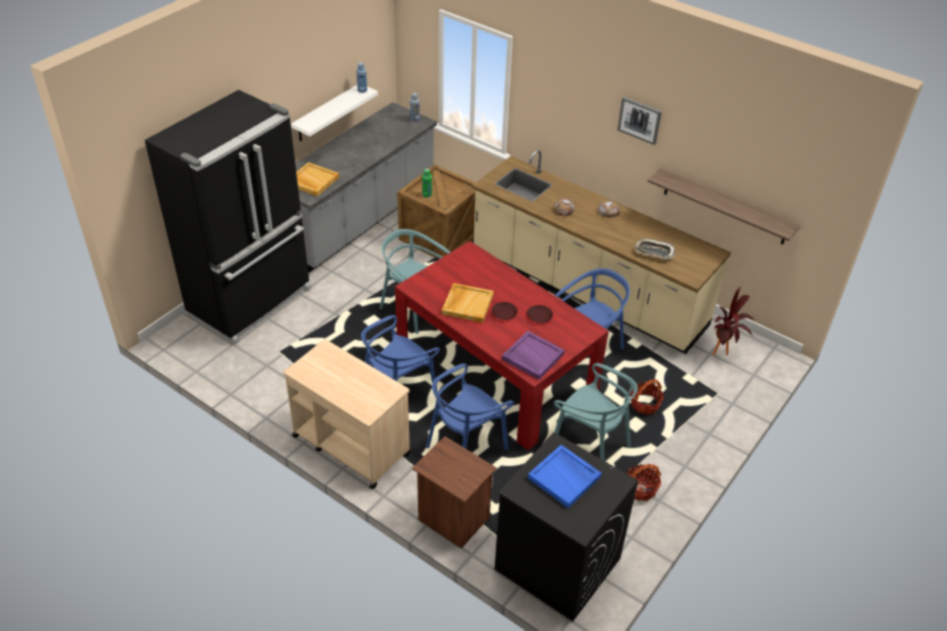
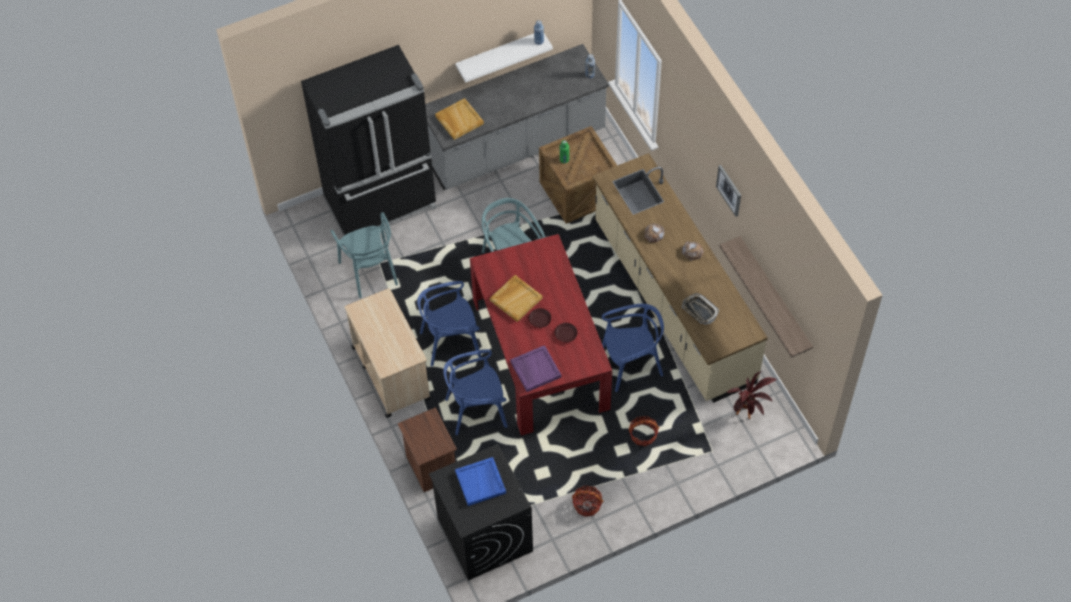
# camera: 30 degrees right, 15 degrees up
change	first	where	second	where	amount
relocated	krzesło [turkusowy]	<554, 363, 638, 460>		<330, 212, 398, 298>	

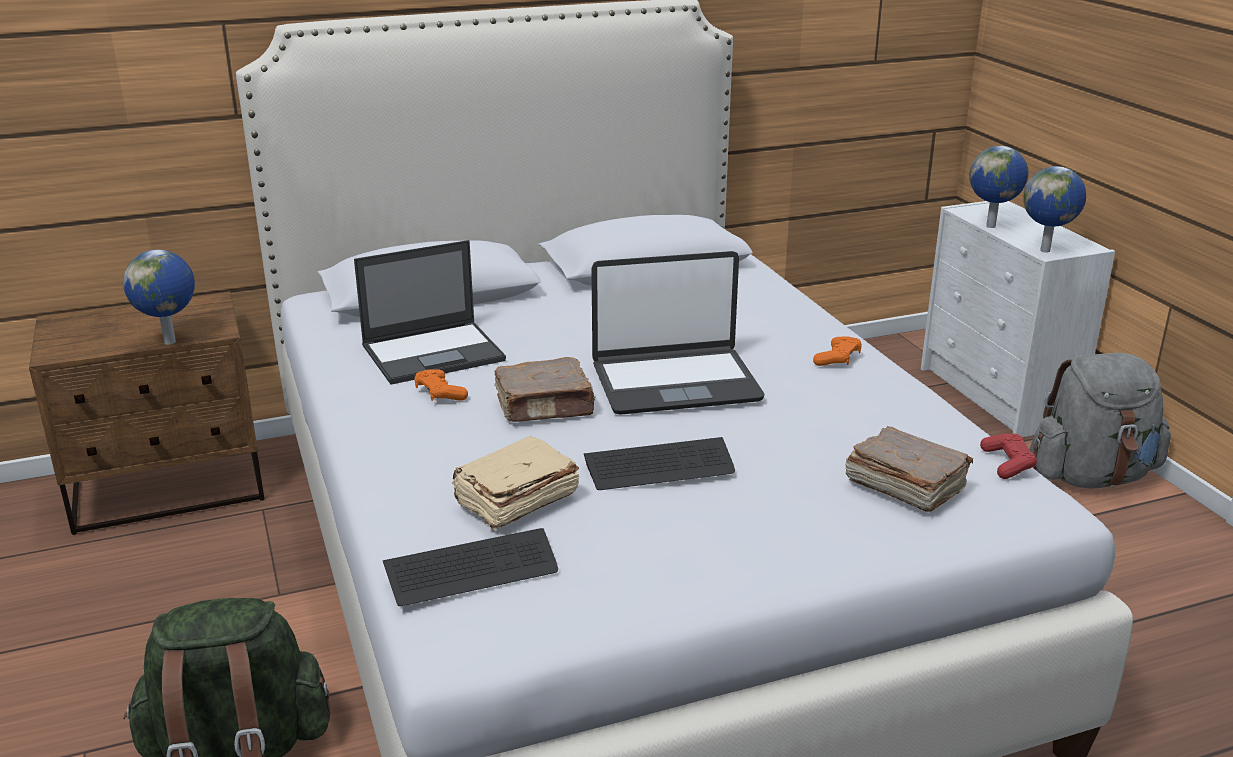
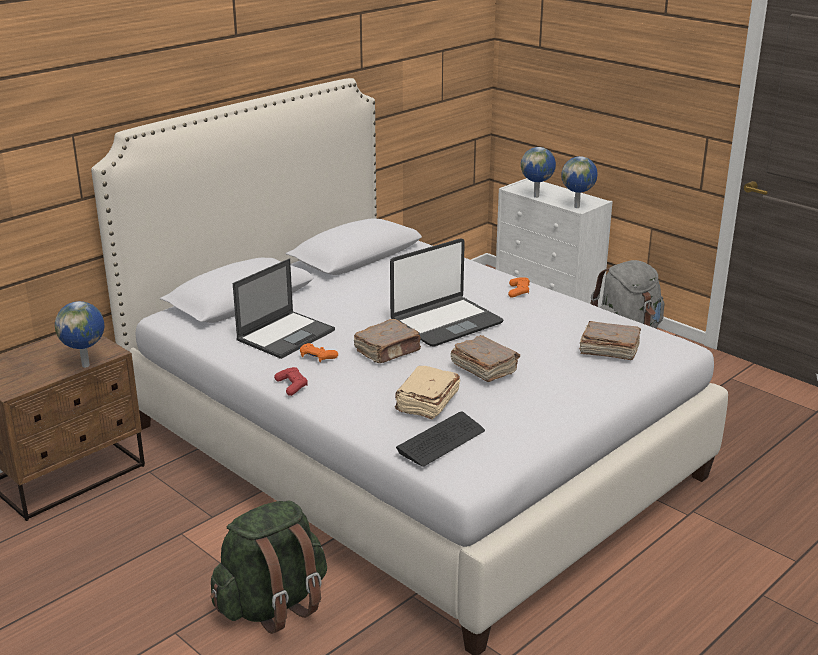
# camera: 25 degrees left, 0 degrees up
change	first	where	second	where	amount
relocated	pad do gier [czerwony]	<980, 434, 1037, 479>		<274, 367, 308, 396>	
exchanged	klawiatura	<584, 437, 735, 490>	książka [brązowy]	<450, 335, 520, 382>	

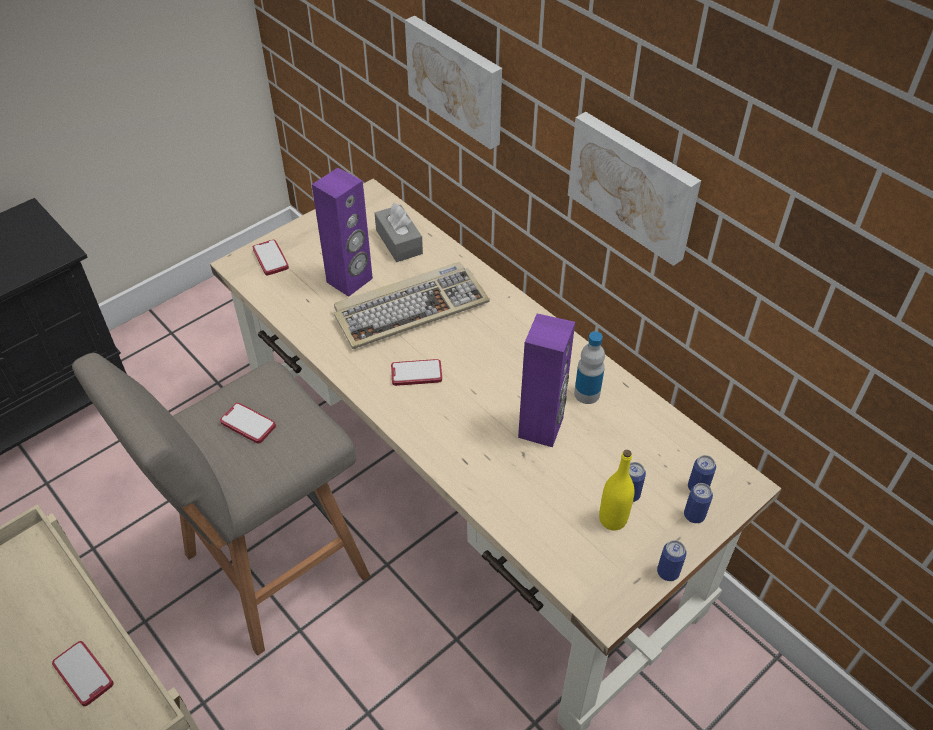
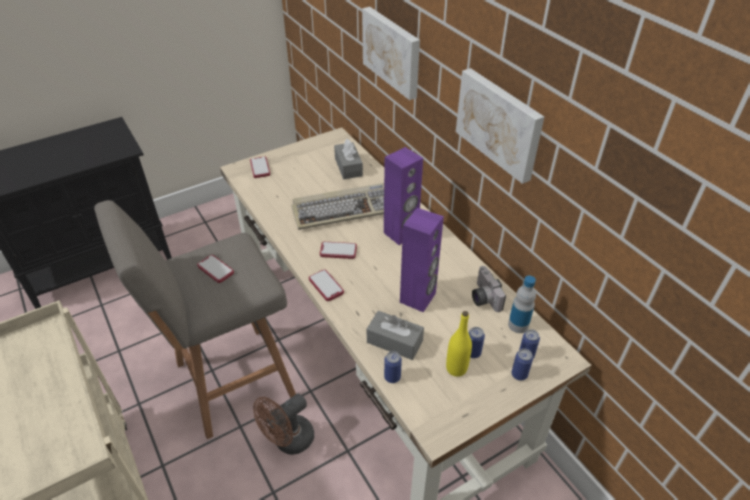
# camera: 10 degrees right, 5 degrees down
change	first	where	second	where	amount
relocated	głośnik [fioletowy]	<312, 168, 373, 297>		<384, 147, 423, 245>	
relocated	butelka	<574, 331, 605, 404>		<508, 276, 536, 333>	
relocated	puszka	<657, 540, 687, 581>		<384, 351, 402, 383>	
relocated	telefon	<52, 641, 114, 706>		<309, 269, 344, 301>	
appeared			aparat fotograficzny	<472, 266, 506, 312>	
appeared			pudełko chusteczek [szary]	<367, 311, 424, 360>	
appeared			wentylator [brązowy]	<253, 394, 314, 455>	

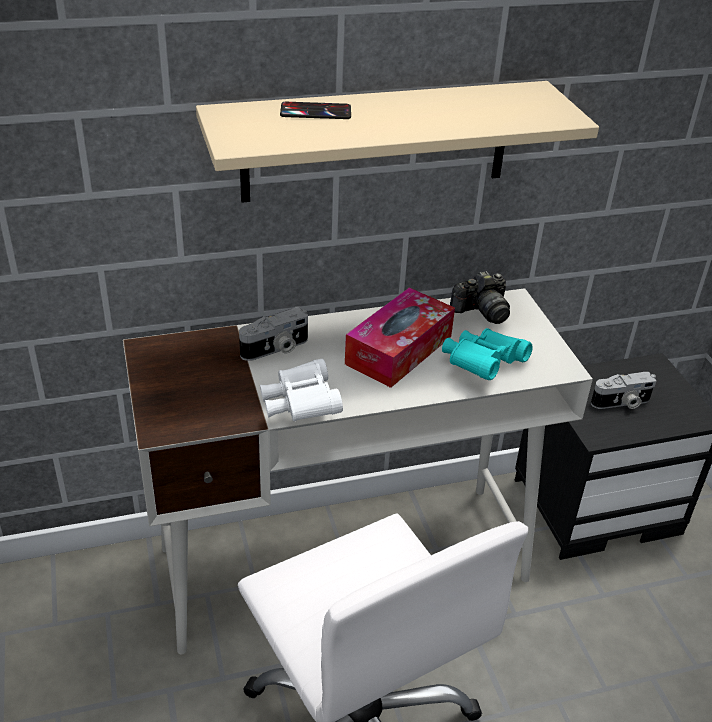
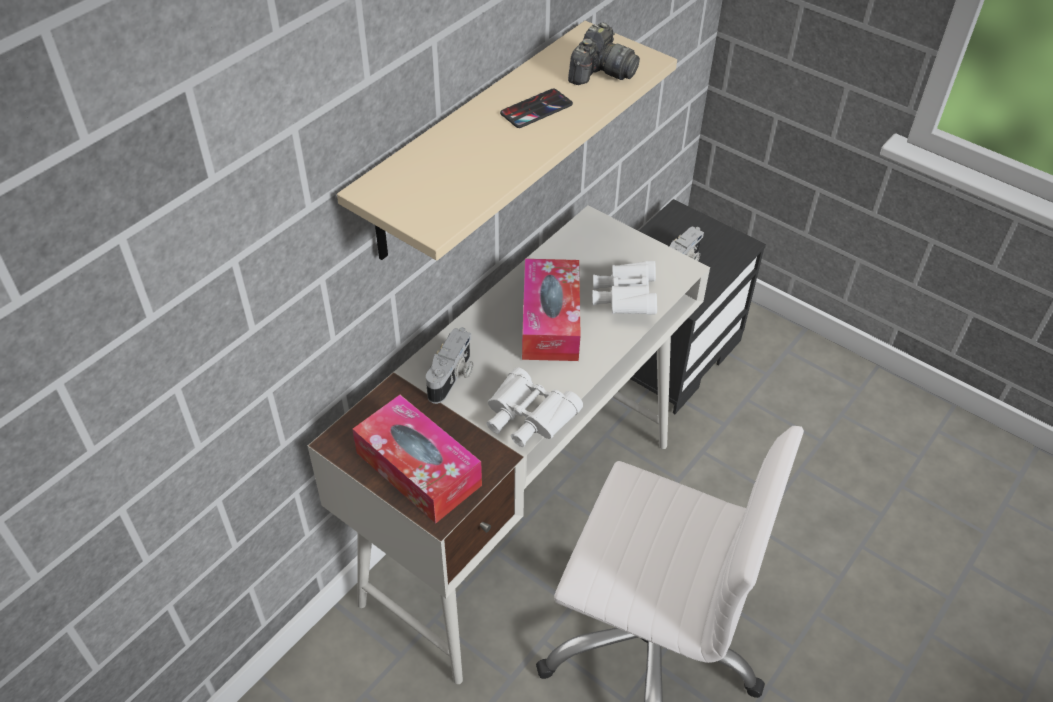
# camera: 35 degrees left, 10 degrees up
change	first	where	second	where	amount
relocated	telefon	<280, 102, 351, 119>		<500, 89, 573, 128>	
relocated	aparat fotograficzny	<450, 271, 510, 324>		<568, 22, 640, 85>	
colour	lornetka [turkusowy]	<442, 328, 533, 380>	lornetka [biały]	<592, 261, 657, 315>	
appeared			pudełko chusteczek	<352, 395, 482, 524>	

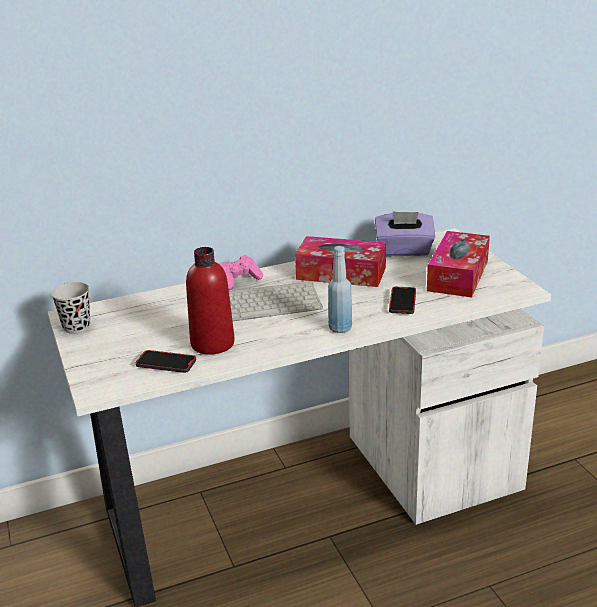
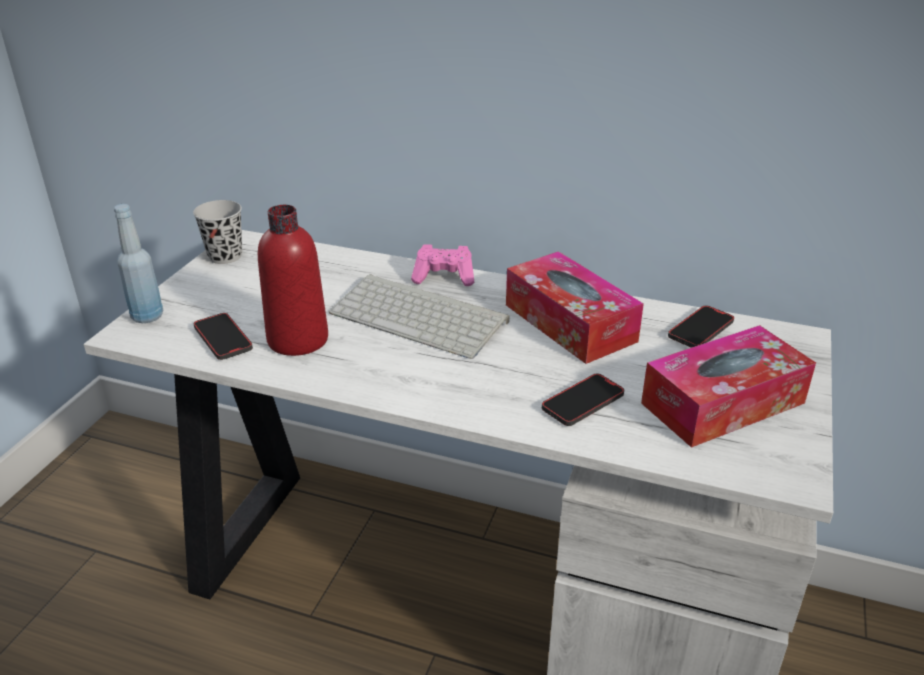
# camera: 40 degrees right, 5 degrees up
change	first	where	second	where	amount
exchanged	pudełko chusteczek [fioletowy]	<375, 211, 435, 256>	telefon	<668, 305, 734, 348>	
relocated	butelka [niebieski]	<328, 246, 352, 333>		<114, 204, 163, 323>	

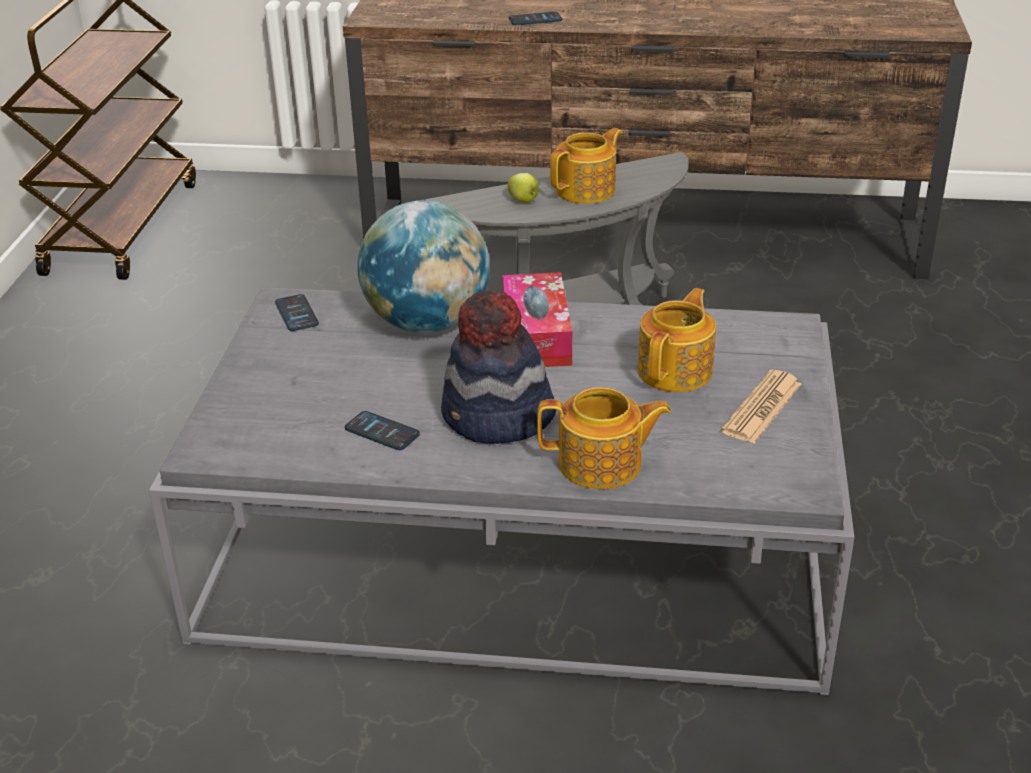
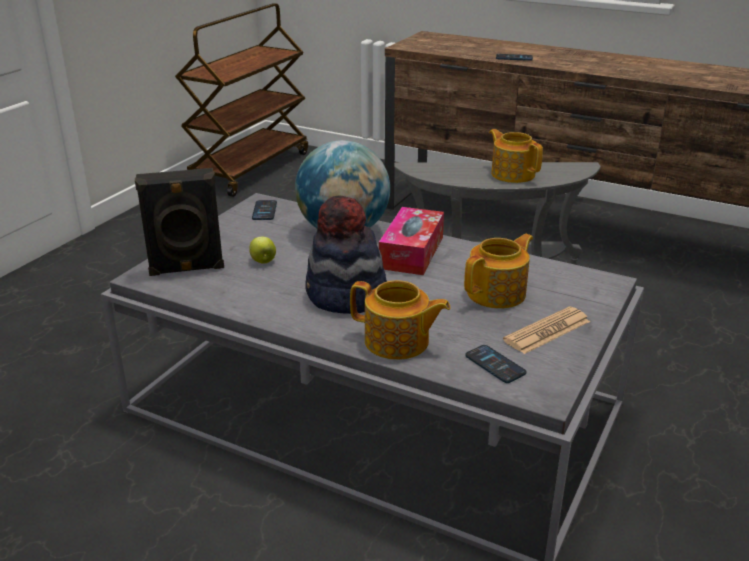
# camera: 20 degrees right, 5 degrees down
change	first	where	second	where	amount
spun	imbryk	<550, 128, 622, 204>		<489, 129, 543, 183>	105 degrees counterclockwise
relocated	jabłko	<508, 173, 539, 203>		<249, 237, 276, 264>	
relocated	telefon	<345, 411, 420, 450>		<465, 345, 527, 383>	
appeared			głośnik [czarny]	<135, 168, 224, 276>	

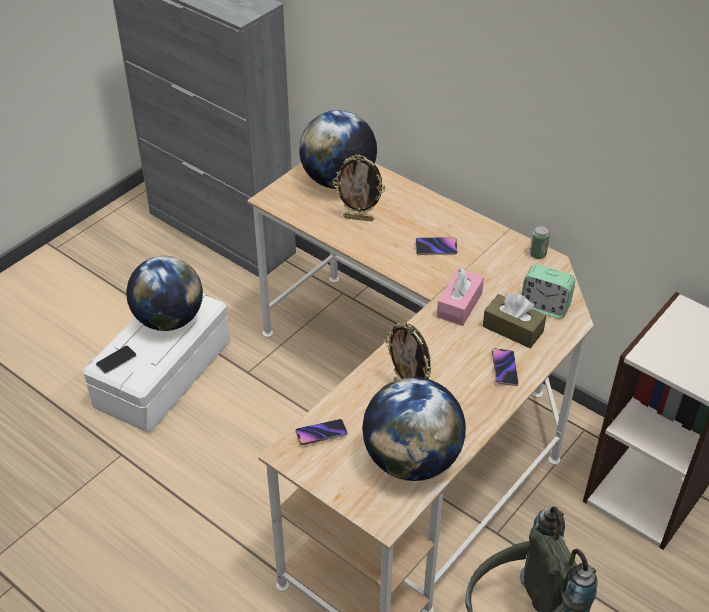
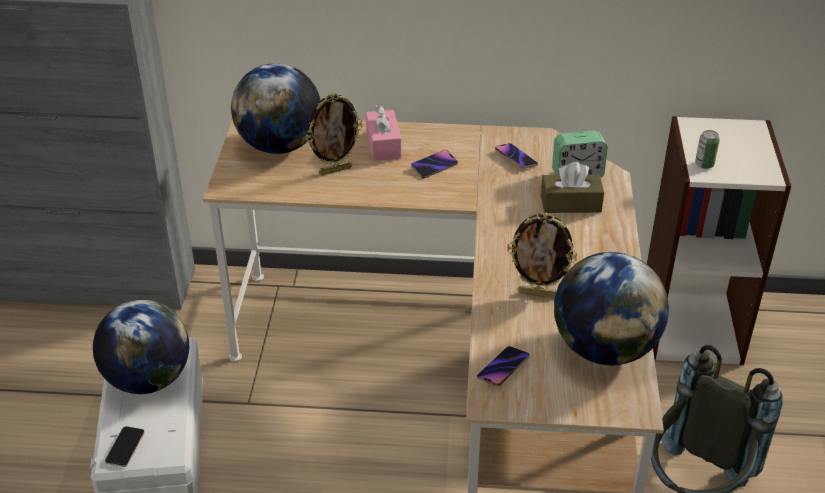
# camera: 35 degrees left, 5 degrees down
change	first	where	second	where	amount
relocated	puszka	<529, 225, 550, 259>		<695, 130, 720, 169>	
relocated	pudełko chusteczek [różowy]	<437, 268, 484, 326>		<366, 105, 401, 161>	
relocated	telefon	<492, 348, 518, 386>		<495, 143, 538, 169>	

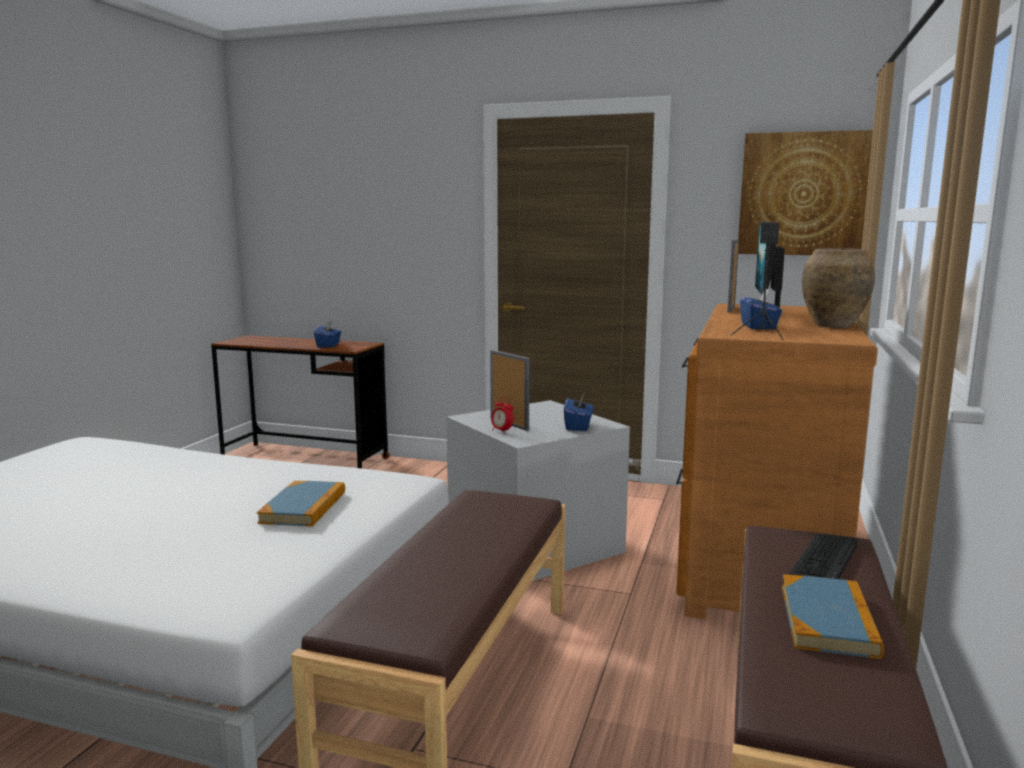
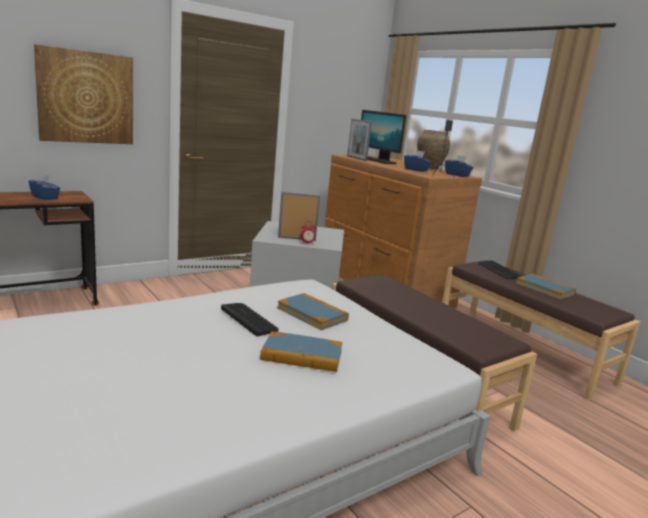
# camera: 55 degrees left, 5 degrees up
change	first	where	second	where	amount
relocated	obraz	<738, 130, 873, 255>		<34, 44, 133, 144>	
relocated	pudełko chusteczek [niebieski]	<564, 394, 594, 431>		<445, 155, 473, 177>	
appeared			klawiatura	<221, 303, 279, 336>	
appeared			książka	<260, 331, 343, 372>	

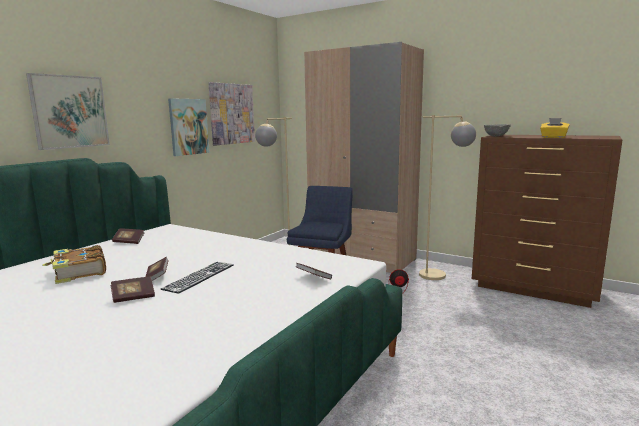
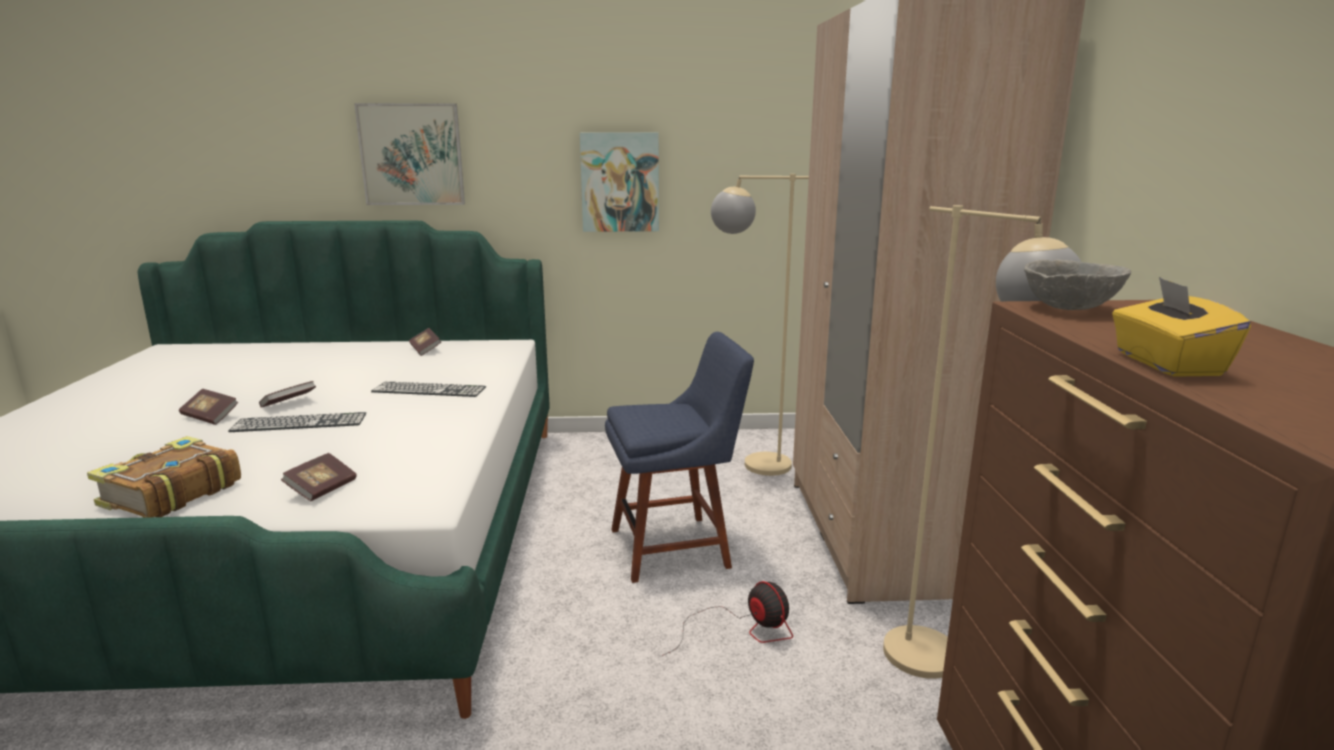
# camera: 55 degrees right, 5 degrees up
change	first	where	second	where	amount
missing	obraz	<209, 82, 255, 146>			
relocated	książka	<42, 245, 106, 284>		<87, 436, 241, 518>	
appeared			klawiatura	<371, 381, 486, 397>	

